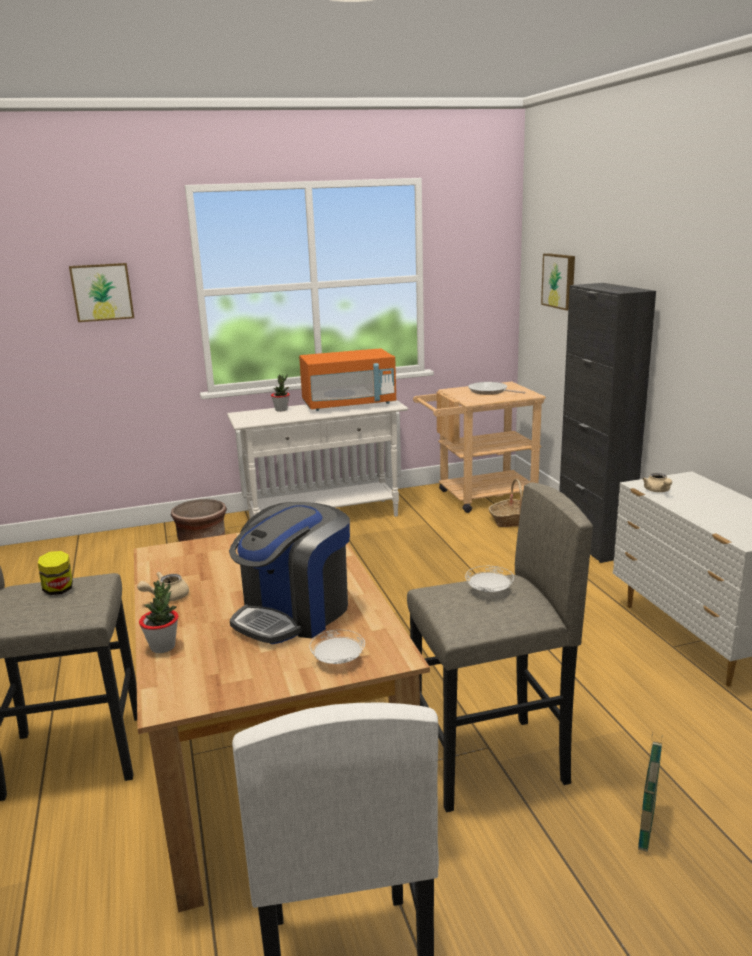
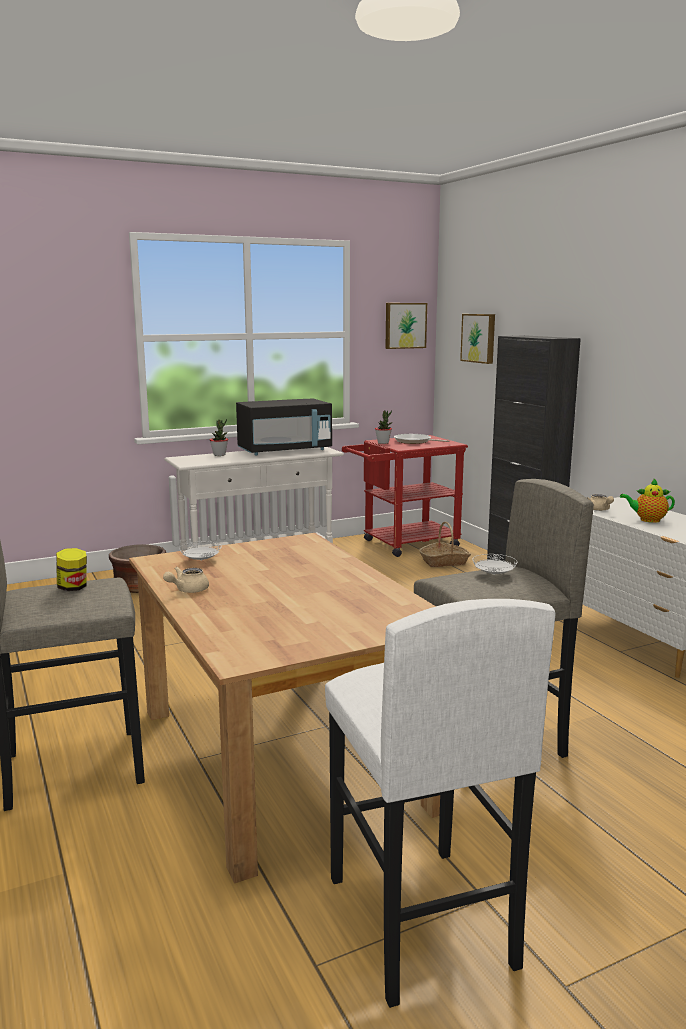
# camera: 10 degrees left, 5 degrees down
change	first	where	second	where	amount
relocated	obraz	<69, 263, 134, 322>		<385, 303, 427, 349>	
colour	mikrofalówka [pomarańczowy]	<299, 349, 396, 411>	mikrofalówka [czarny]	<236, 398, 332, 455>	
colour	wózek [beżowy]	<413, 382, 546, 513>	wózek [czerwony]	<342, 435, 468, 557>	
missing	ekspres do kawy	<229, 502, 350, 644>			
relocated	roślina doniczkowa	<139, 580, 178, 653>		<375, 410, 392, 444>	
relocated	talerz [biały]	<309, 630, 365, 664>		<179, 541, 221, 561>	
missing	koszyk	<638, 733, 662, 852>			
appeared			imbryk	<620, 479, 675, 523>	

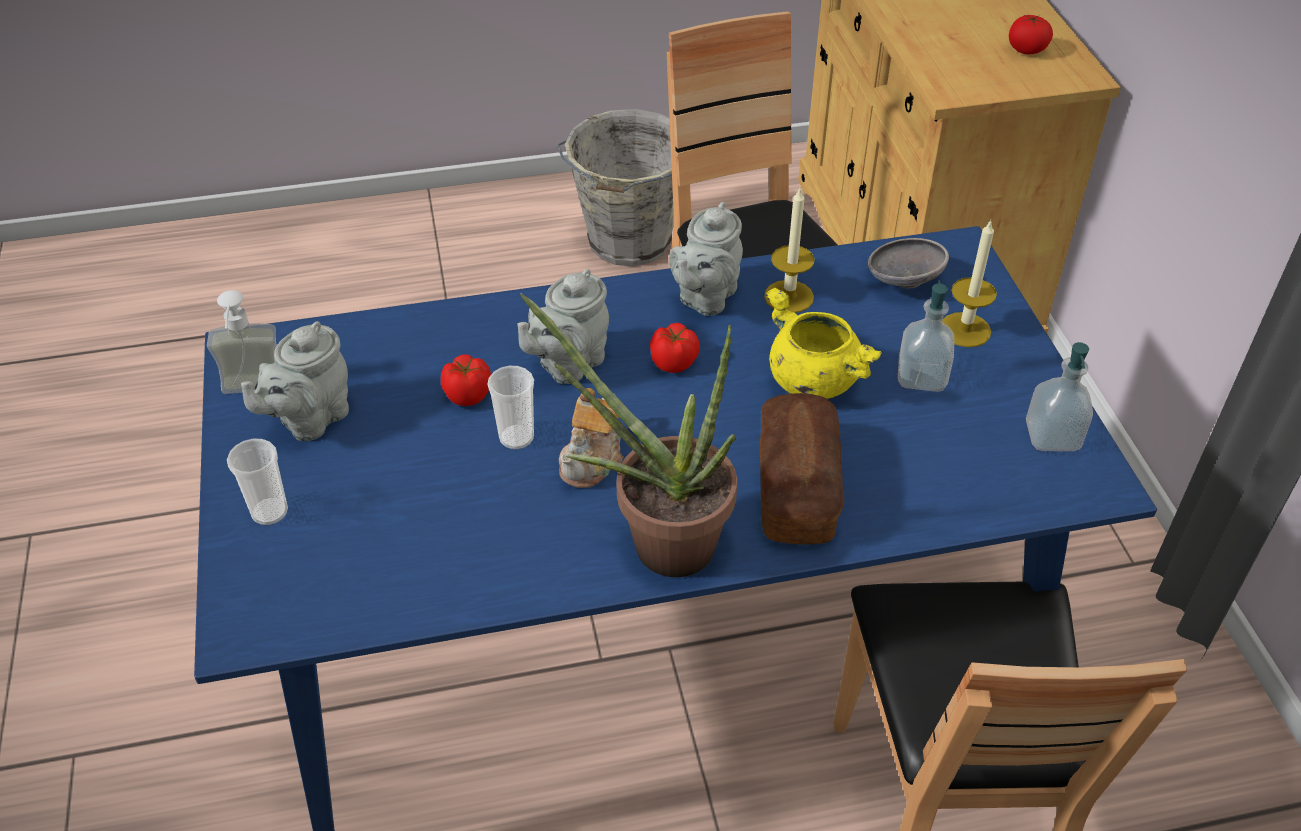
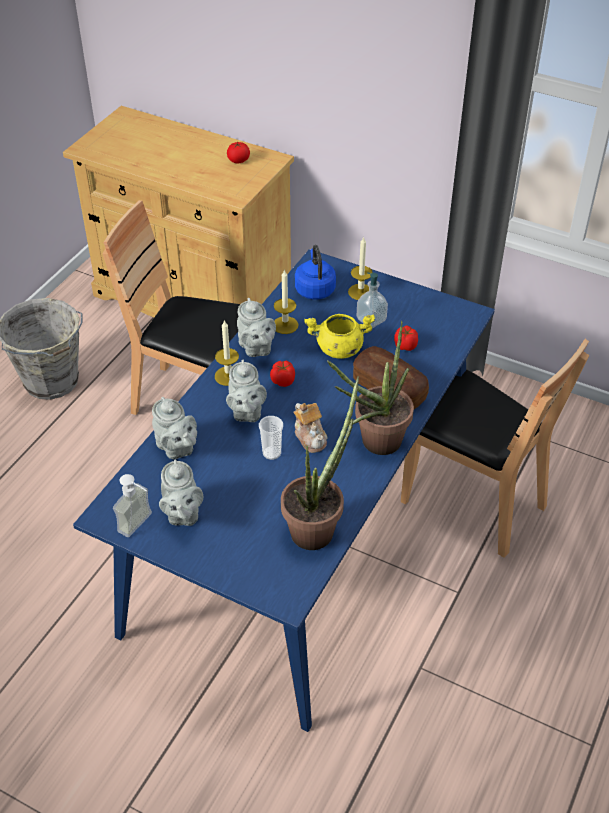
# camera: 50 degrees left, 0 degrees up
change	first	where	second	where	amount
exchanged	miska [szary]	<868, 238, 949, 288>	czajnik [niebieski]	<295, 245, 336, 299>	
missing	dozownik mydła	<1026, 342, 1093, 451>			
relocated	pomidor	<441, 354, 491, 406>		<394, 326, 418, 351>	
missing	filiżanka	<227, 439, 288, 525>			
appeared			świeca	<215, 320, 239, 386>	
appeared			roślina doniczkowa	<281, 376, 359, 550>	
appeared			imbryk [szary]	<152, 397, 197, 459>	

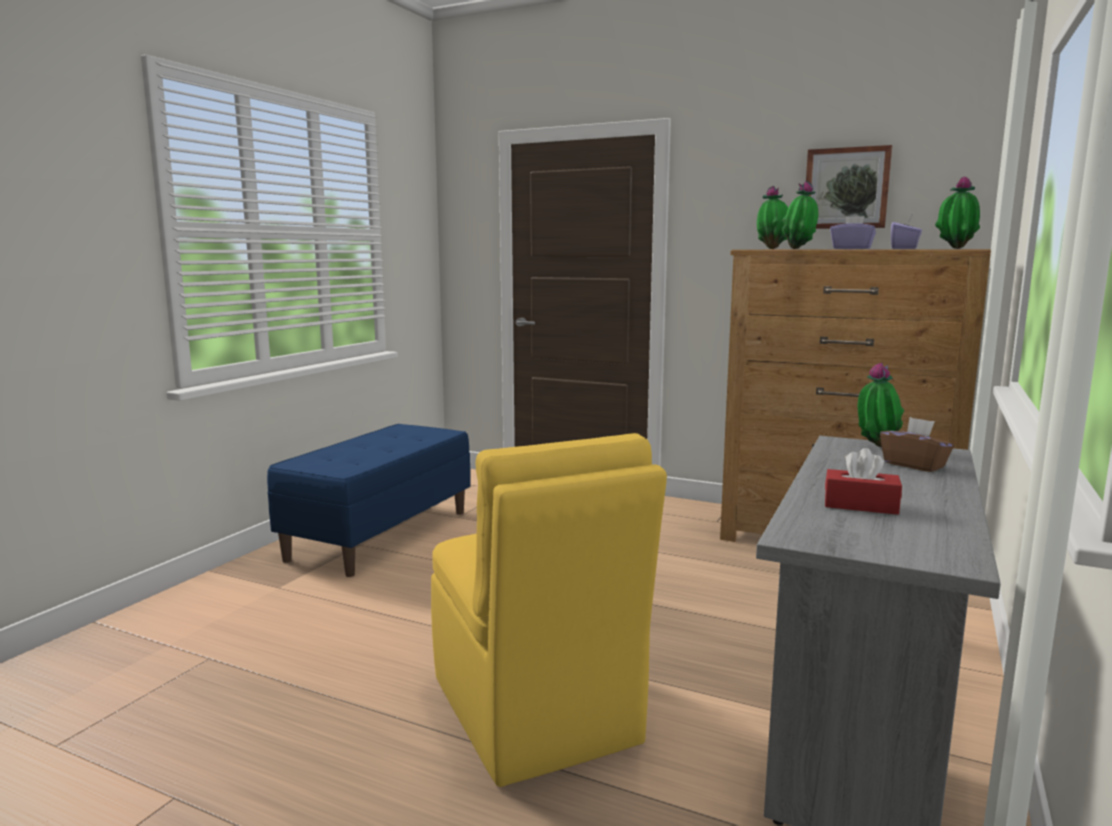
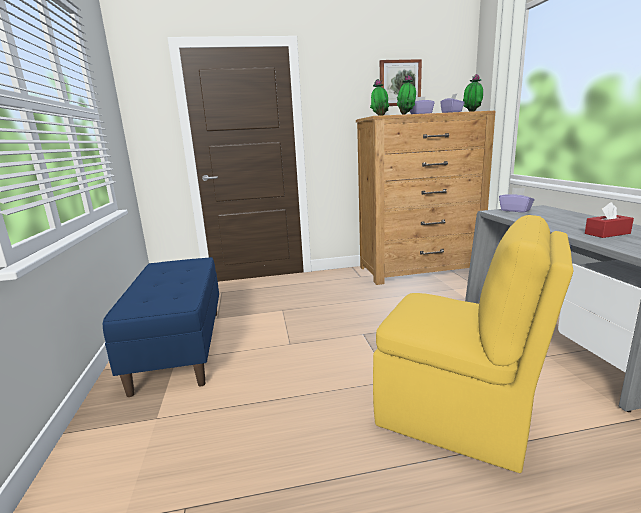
# camera: 35 degrees left, 5 degrees up
change	first	where	second	where	amount
exchanged	roślina doniczkowa	<858, 363, 904, 447>	pudełko chusteczek [fioletowy]	<499, 188, 535, 213>	
missing	pudełko chusteczek [brązowy]	<880, 417, 954, 472>			

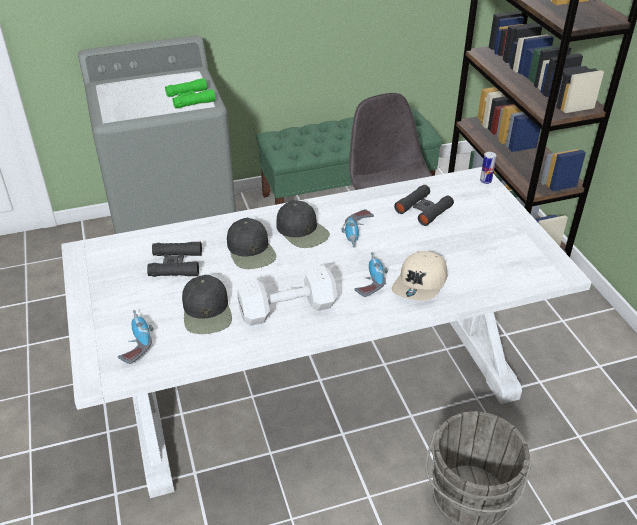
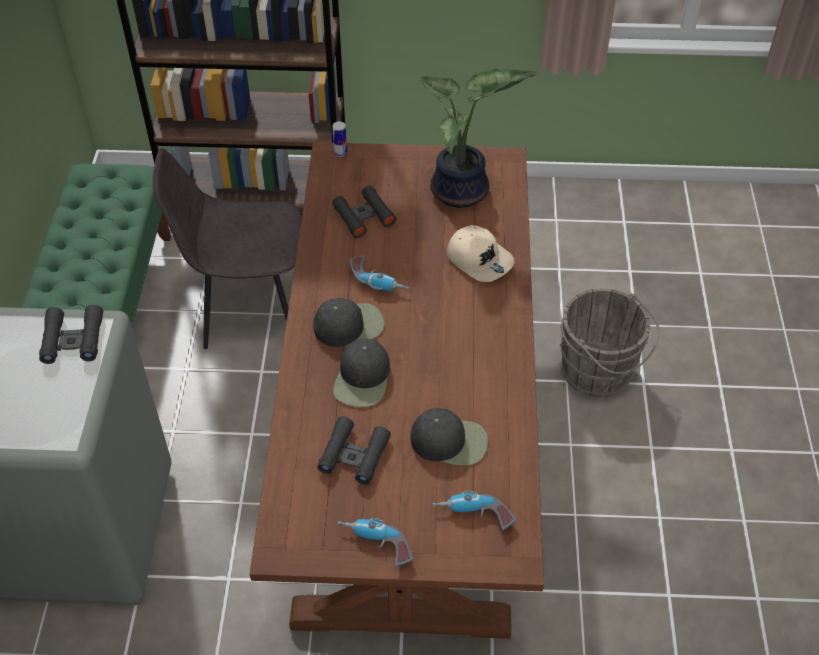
# camera: 70 degrees left, 10 degrees up
change	first	where	second	where	amount
colour	lornetka [zielony]	<165, 78, 216, 108>	lornetka [czarny]	<39, 305, 103, 364>	
colour	stół jadalny [biały]	<61, 167, 592, 498>	stół jadalny [brązowy]	<250, 142, 544, 639>	
spun	czapka z daszkiem [czarny]	<227, 218, 276, 269>		<333, 339, 390, 407>	105 degrees clockwise
relocated	wiertarka	<354, 252, 388, 297>		<337, 517, 413, 567>	
missing	hantel [biały]	<237, 265, 338, 326>			
appeared			roślina doniczkowa	<417, 69, 539, 208>	

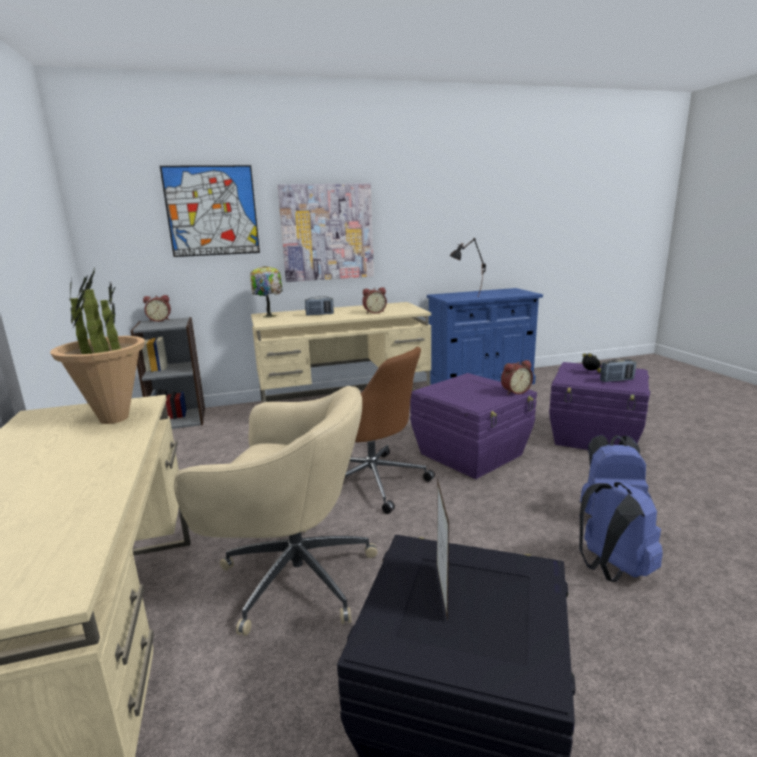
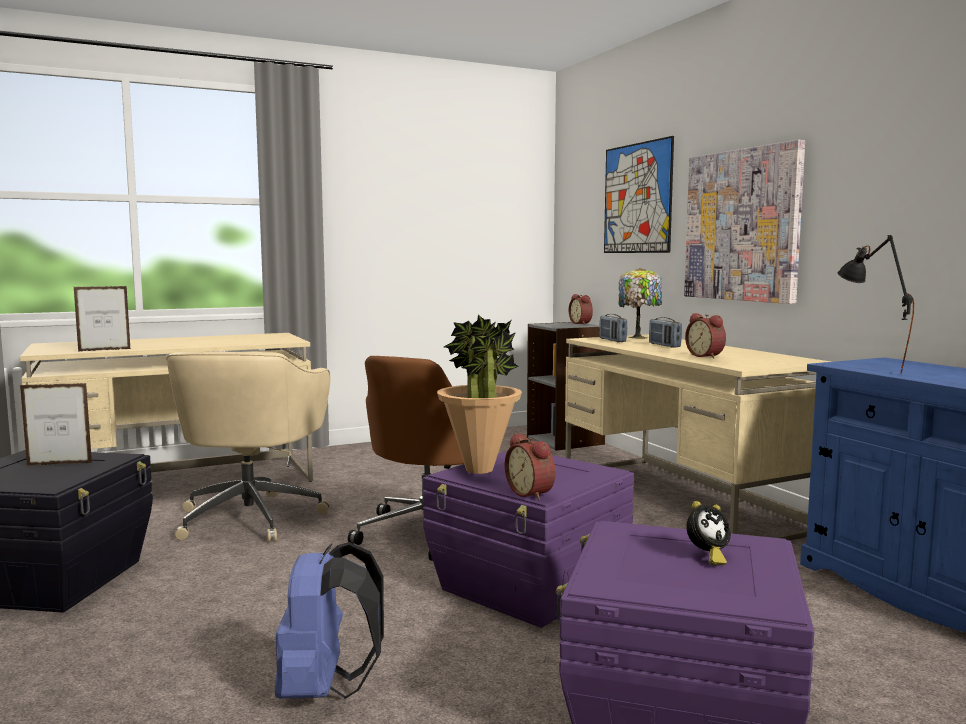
# camera: 80 degrees right, 10 degrees down
change	first	where	second	where	amount
relocated	roślina doniczkowa	<50, 268, 145, 424>		<437, 315, 522, 474>	
relocated	radio	<600, 358, 636, 382>		<599, 314, 627, 342>	
missing	plecak [niebieski]	<579, 482, 663, 582>			
appeared			ramka na zdjęcie	<74, 286, 131, 352>	

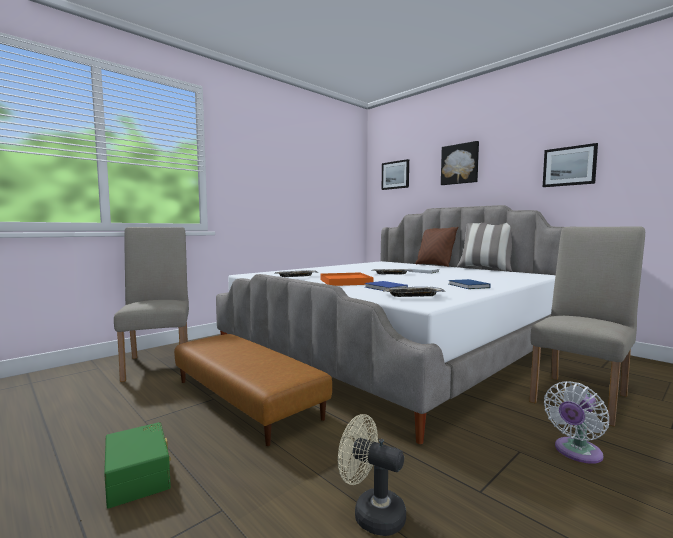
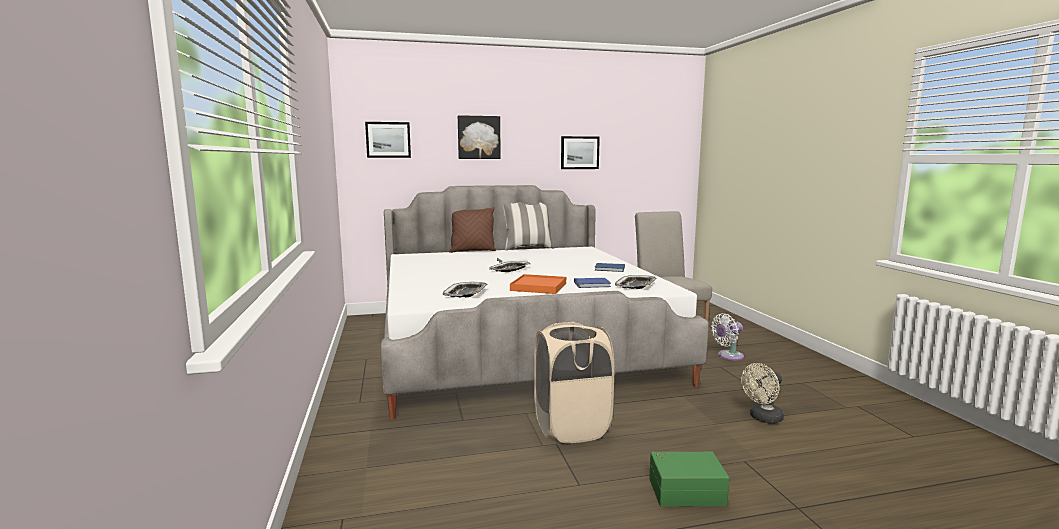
# camera: 60 degrees left, 5 degrees up
change	first	where	second	where	amount
missing	krzesło [beżowy]	<114, 227, 189, 382>			
exchanged	pufa [brązowy]	<174, 334, 332, 446>	kosz na pranie [beżowy]	<534, 322, 614, 443>	
spun	wentylator [biały]	<544, 381, 609, 464>		<711, 313, 744, 360>	75 degrees clockwise

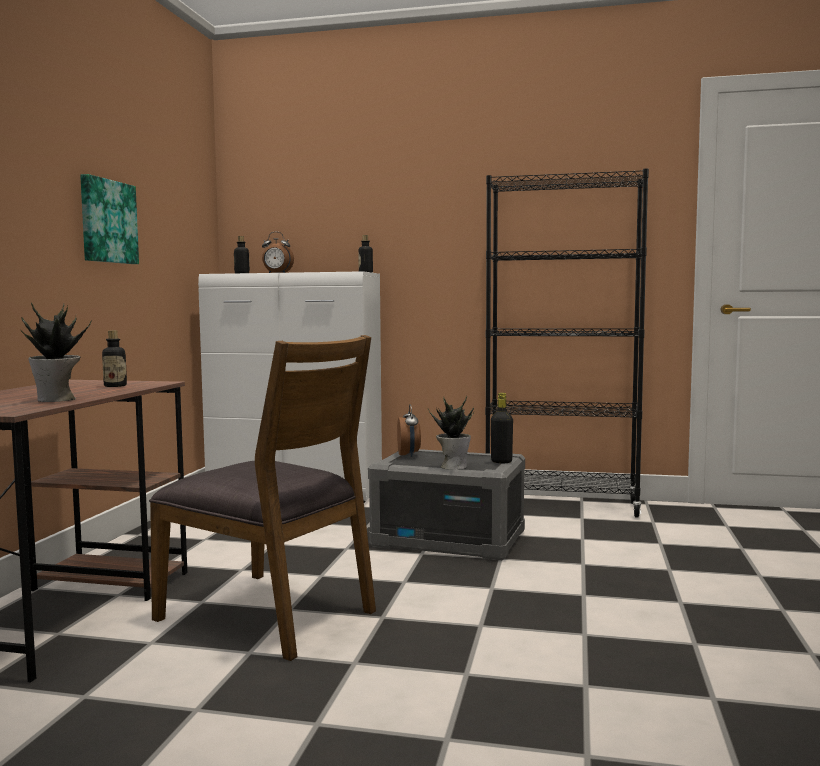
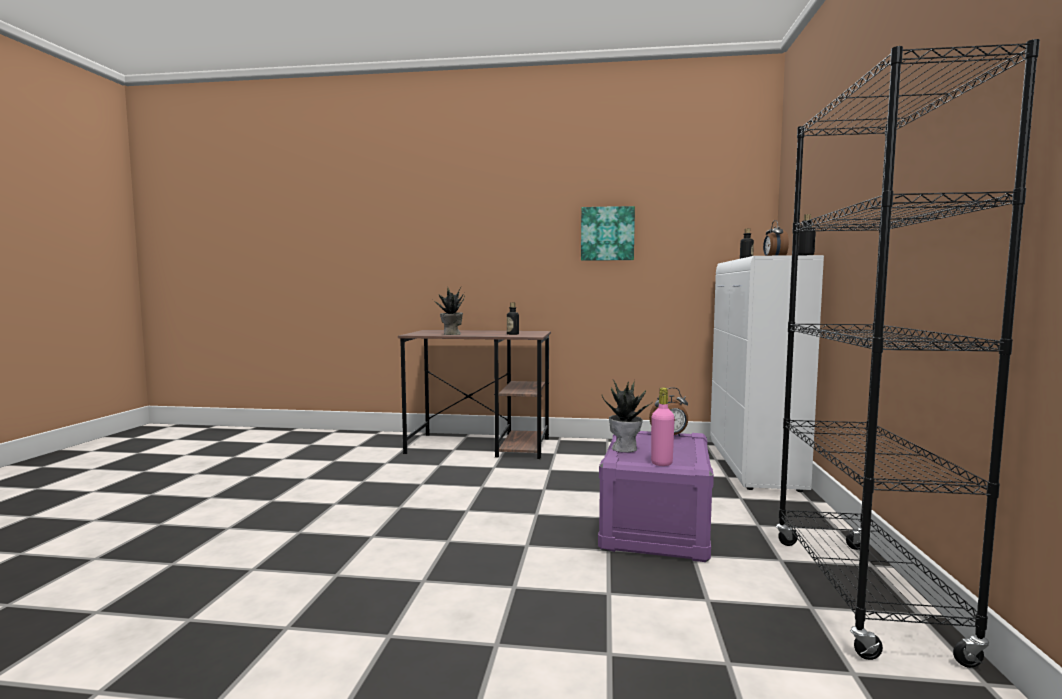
# camera: 85 degrees right, 0 degrees up
change	first	where	second	where	amount
missing	krzesło [brązowy]	<149, 335, 376, 661>			
colour	butelka [czarny]	<491, 393, 513, 463>	butelka [różowy]	<651, 387, 675, 466>	
colour	pojemnik do przechowywania [szary]	<368, 449, 525, 561>	pojemnik do przechowywania [fioletowy]	<598, 431, 714, 562>	

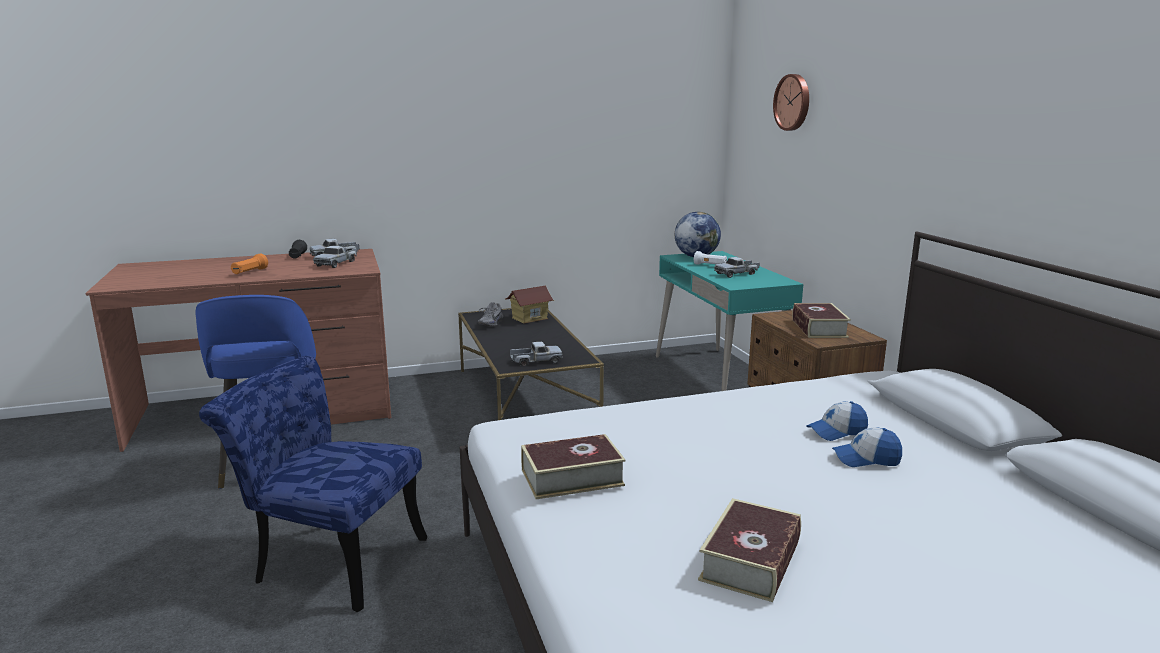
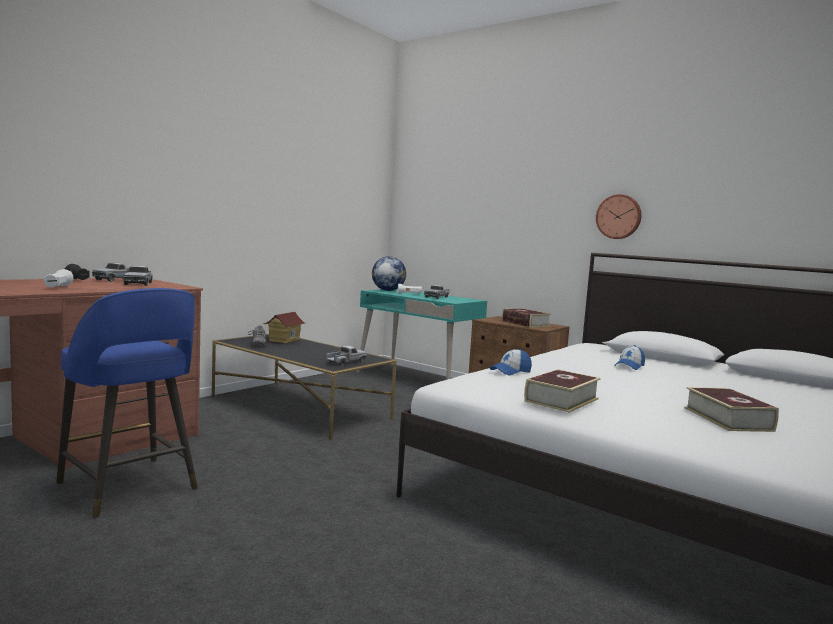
# camera: 35 degrees left, 10 degrees down
change	first	where	second	where	amount
relocated	zegar ścienny	<773, 74, 809, 131>		<596, 194, 641, 239>	
colour	latarka [pomarańczowy]	<231, 254, 268, 274>	latarka [biały]	<43, 269, 74, 287>	
missing	krzesło [niebieski]	<199, 356, 427, 612>			
relocated	czapka z daszkiem	<832, 427, 902, 467>		<490, 349, 532, 375>	

